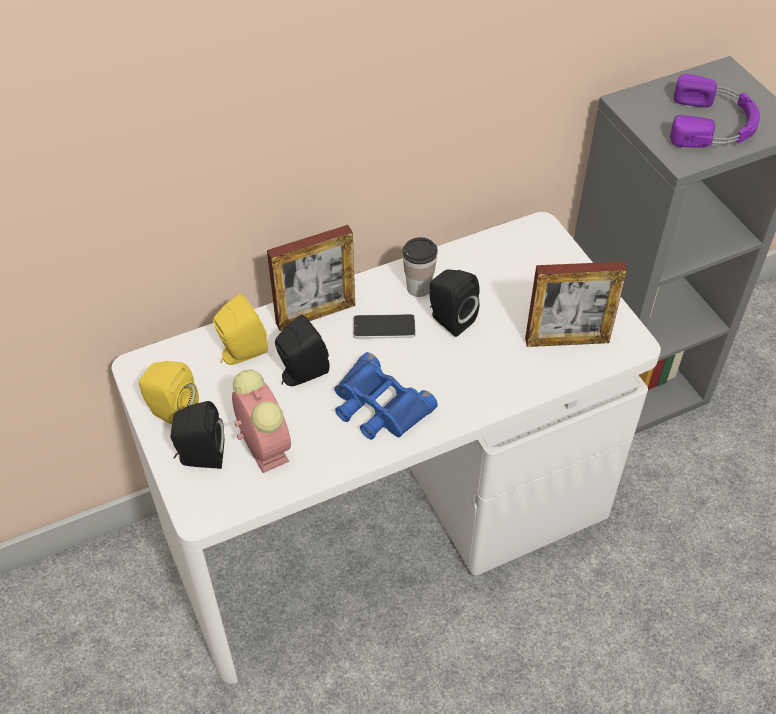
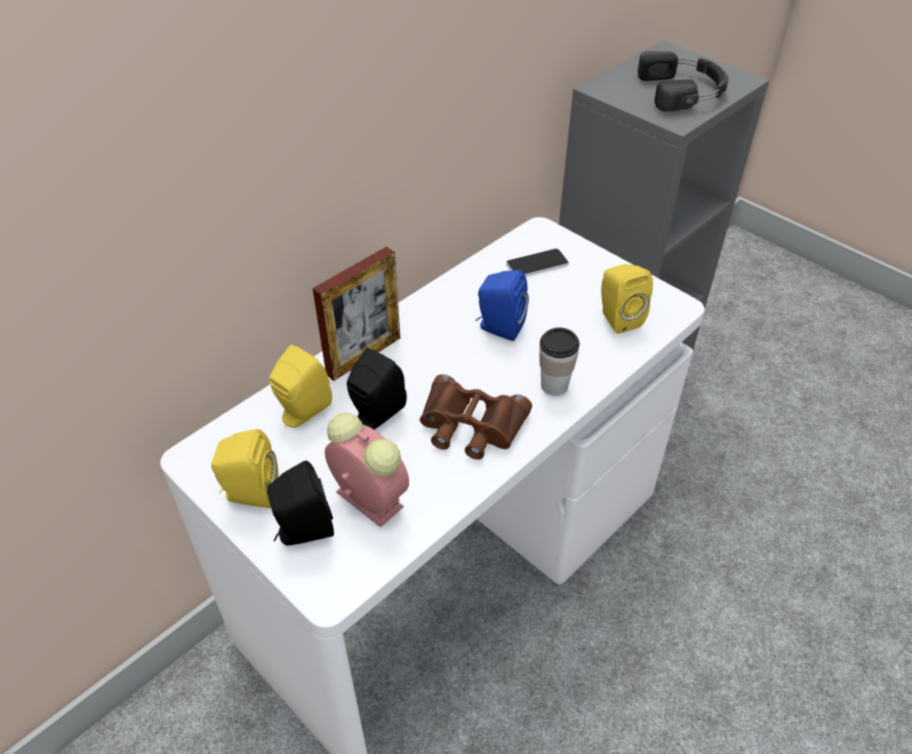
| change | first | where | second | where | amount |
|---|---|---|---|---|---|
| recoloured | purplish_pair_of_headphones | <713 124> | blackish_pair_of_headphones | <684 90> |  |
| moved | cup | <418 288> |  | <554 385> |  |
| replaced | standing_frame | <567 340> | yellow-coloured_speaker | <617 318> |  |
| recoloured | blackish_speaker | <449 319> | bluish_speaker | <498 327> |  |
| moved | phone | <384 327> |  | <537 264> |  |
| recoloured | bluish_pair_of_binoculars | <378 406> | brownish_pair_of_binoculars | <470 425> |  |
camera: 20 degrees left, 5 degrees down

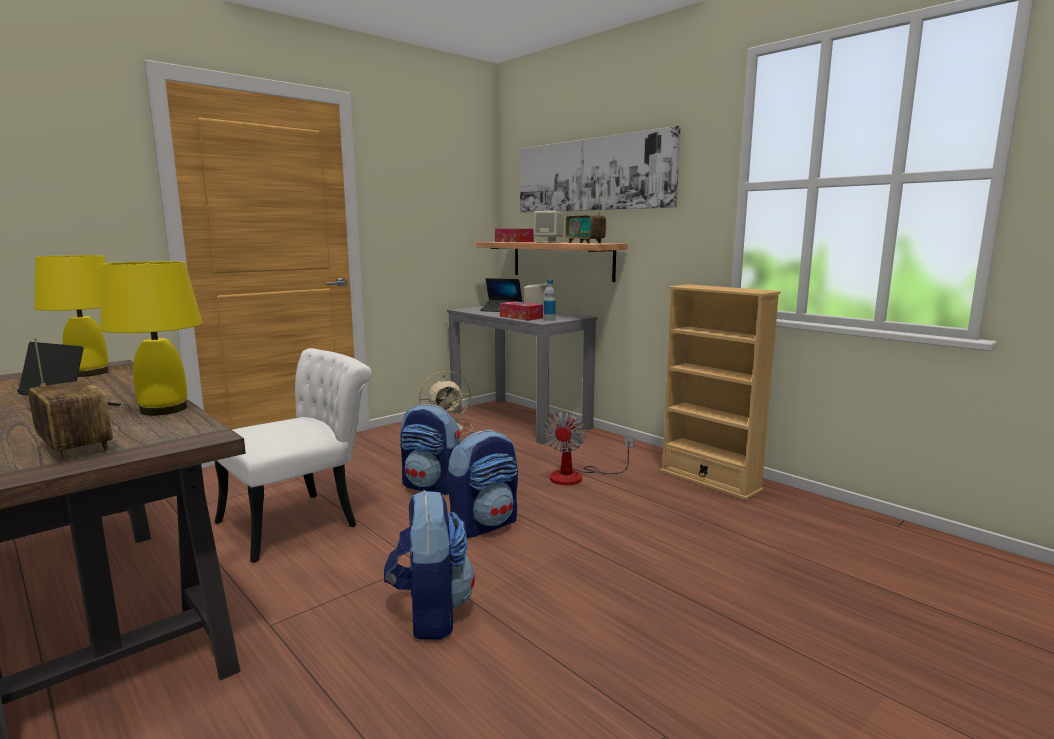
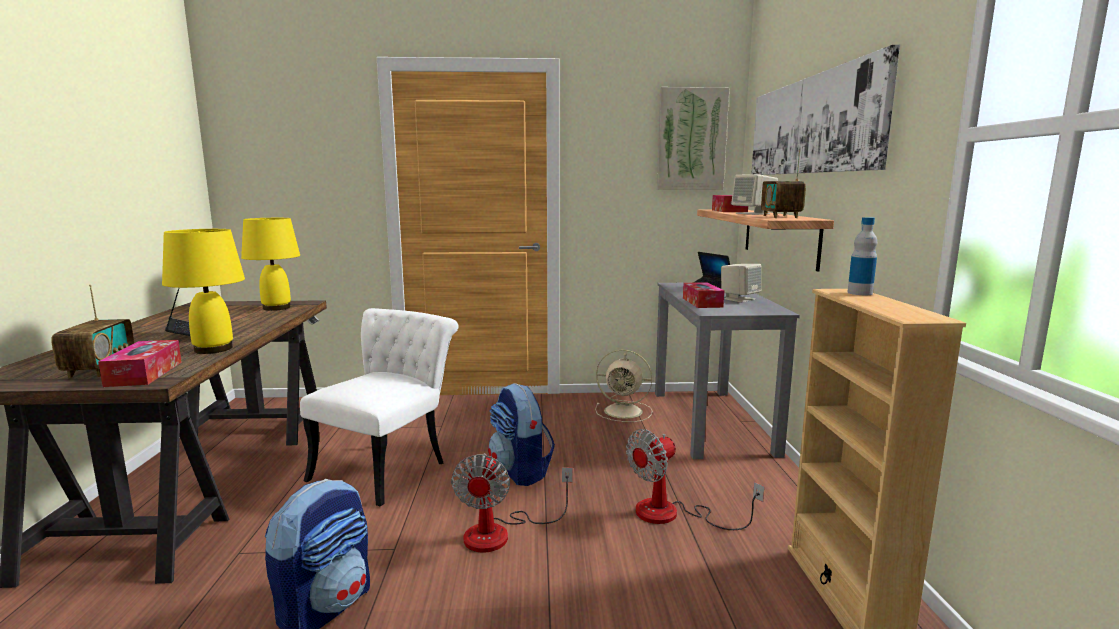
| change | first | where | second | where | amount |
|---|---|---|---|---|---|
| moved | drink_bottle | <549 319> |  | <859 293> |  |
| turned | white_upright_chair | <302 520> |  | <388 466> | 60 degrees counterclockwise |
| replaced | knapsack | <485 524> | electric_fan | <501 533> |  |
| added |  |  | wall_picture | <691 139> |  |
| added |  |  | tissue_box | <144 373> |  |
camera: 40 degrees right, 0 degrees up

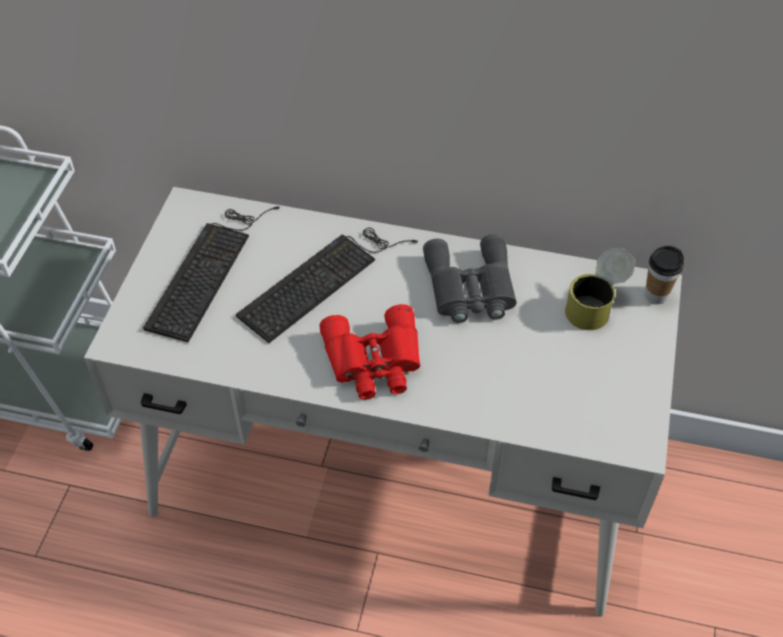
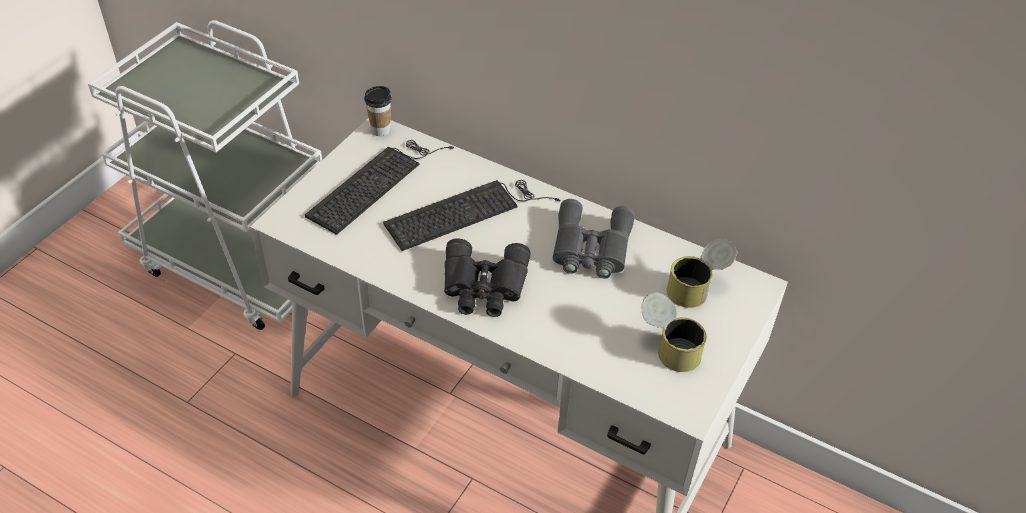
| change | first | where | second | where | amount |
|---|---|---|---|---|---|
| moved | cup | <656 295> |  | <380 130> |  |
| recoloured | reddish_pair_of_binoculars | <375 362> | blackish_pair_of_binoculars | <484 287> |  |
| added |  |  | sealed_can | <668 347> |  |
camera: 15 degrees right, 5 degrees down

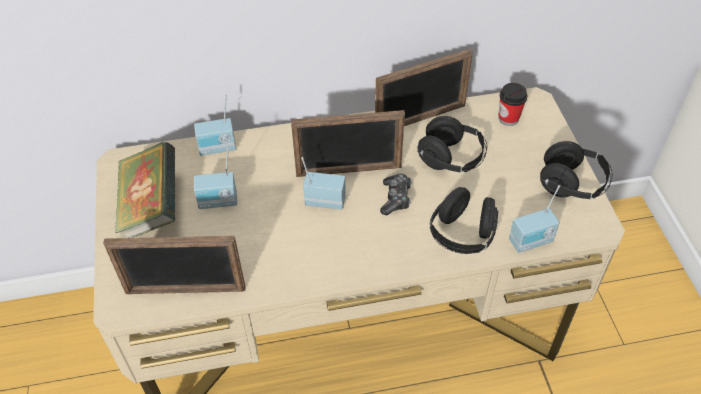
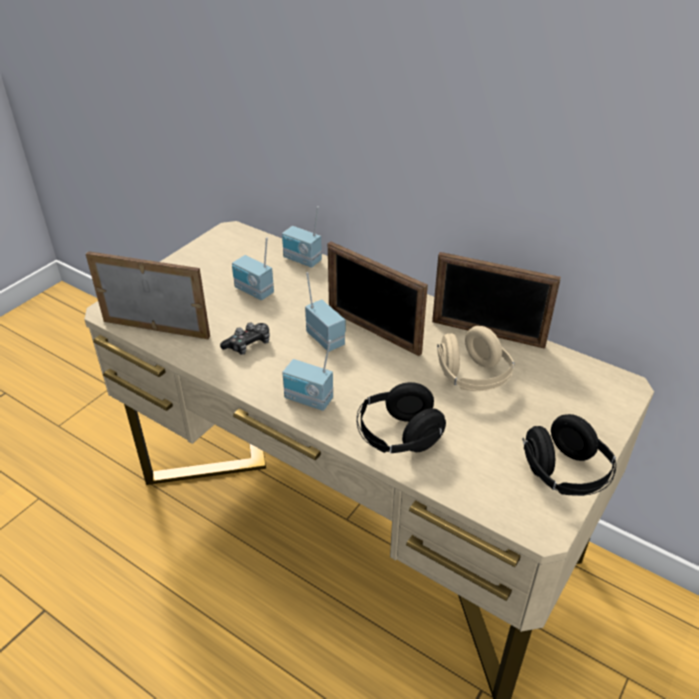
| change | first | where | second | where | amount |
|---|---|---|---|---|---|
| removed | cup | <508 118> |  |  |  |
| recoloured | blackish_pair_of_headphones | <451 159> | beige_pair_of_headphones | <472 378> |  |
| removed | volume | <152 208> |  |  |  |
| moved | gamepad | <396 198> |  | <248 344> |  |
| moved | radio_receiver | <531 242> |  | <308 400> |  |
| turned | standing_frame | <185 290> |  | <156 328> | 150 degrees clockwise |
camera: 45 degrees right, 10 degrees down

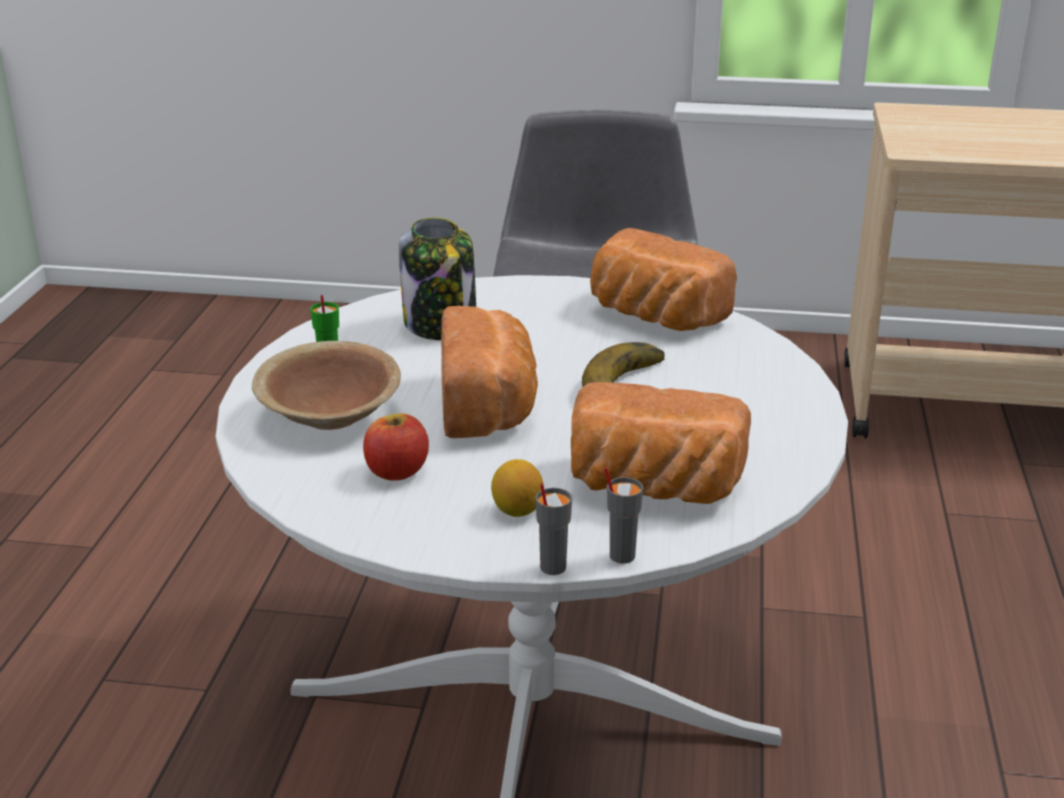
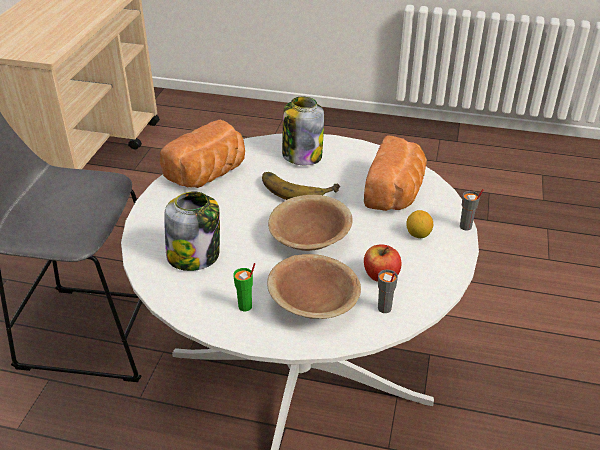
| change | first | where | second | where | amount |
|---|---|---|---|---|---|
| replaced | bakery_bread | <489 406> | brownish_deep_dish | <309 239> |  |
| moved | greyish_cup | <621 556> |  | <384 308> |  |
| added |  |  | storage_jar | <301 155> |  |
camera: 85 degrees left, 10 degrees up

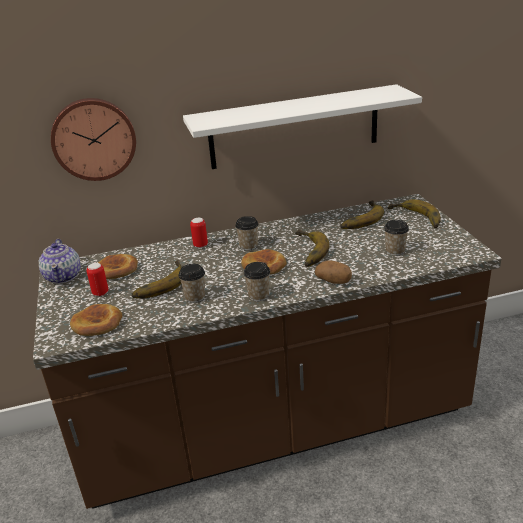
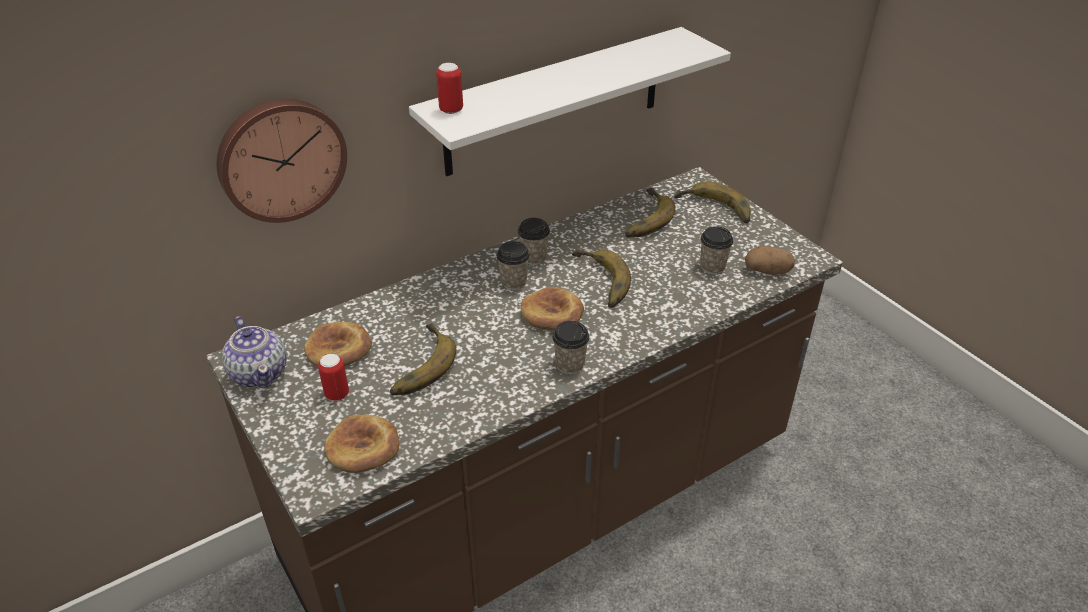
| change | first | where | second | where | amount |
|---|---|---|---|---|---|
| moved | sealed_can | <200 245> |  | <451 110> |  |
| moved | potato | <334 281> |  | <767 271> |  |
| moved | cup | <195 297> |  | <534 258> |  |
camera: 20 degrees left, 10 degrees up

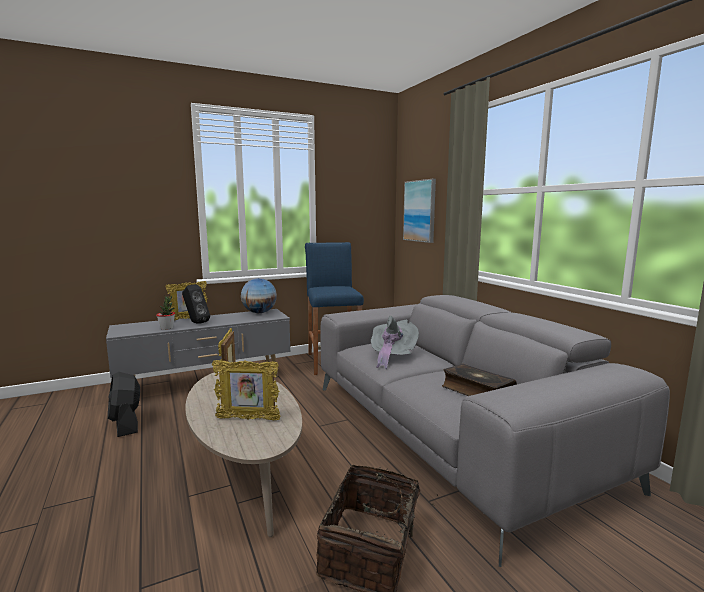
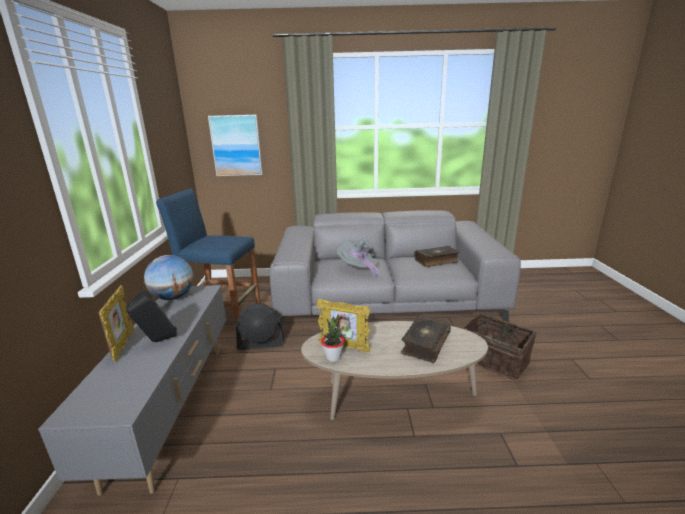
| change | first | where | second | where | amount |
|---|---|---|---|---|---|
| moved | houseplant | <167 328> |  | <333 357> |  |
| replaced | standing_frame | <248 419> | volume | <425 344> |  |
| moved | blackish_electric_fan | <126 424> |  | <261 343> |  |
camera: 65 degrees left, 10 degrees up

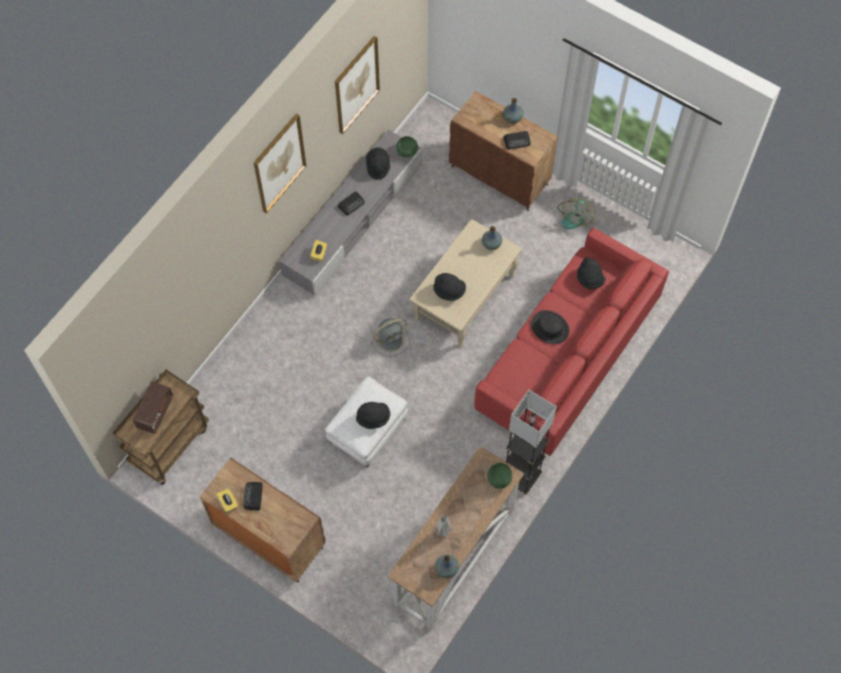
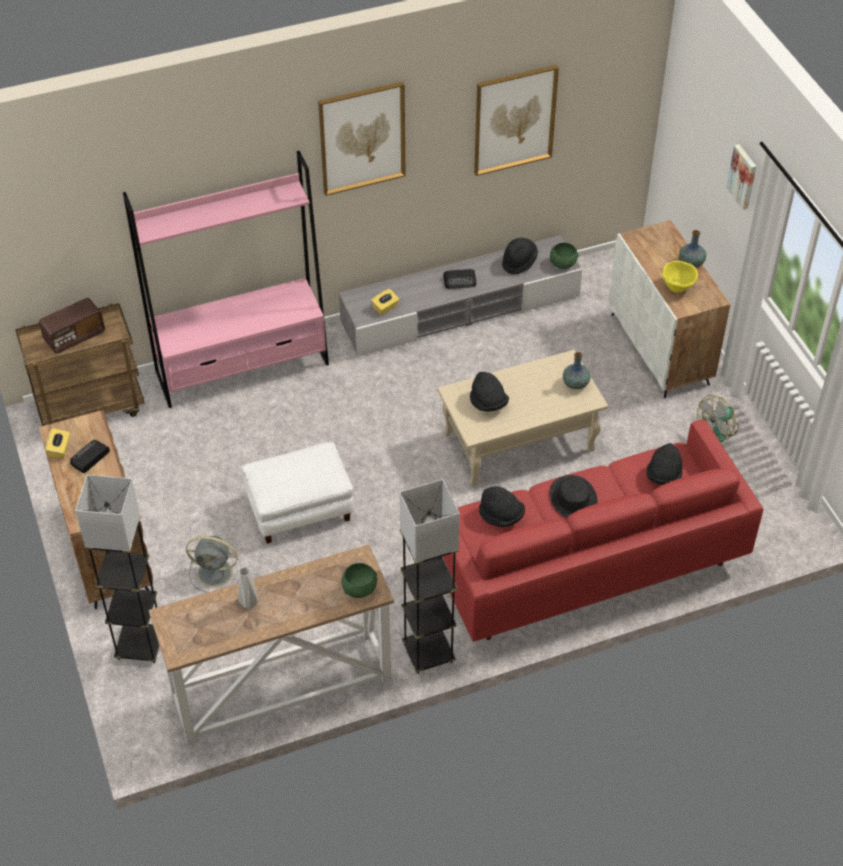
| change | first | where | second | where | amount |
|---|---|---|---|---|---|
| recoloured | brownish_storage_cabinet | <500 175> | white_storage_cabinet | <660 349> |  |
| replaced | radio_receiver | <517 141> | yellow-coloured_deep_dish | <678 287> |  |
| moved | greyish_electric_fan | <391 340> |  | <216 573> |  |
| moved | blackish_hat | <373 418> |  | <501 516> |  |
| removed | decorative_vase | <446 569> |  |  |  |
| added |  |  | wall_picture | <743 176> |  |
| added |  |  | pink-coloured_shelving_unit | <243 368> |  |
| added |  |  | greyish_floor_lamp | <140 645> |  |
camera: 35 degrees right, 15 degrees down

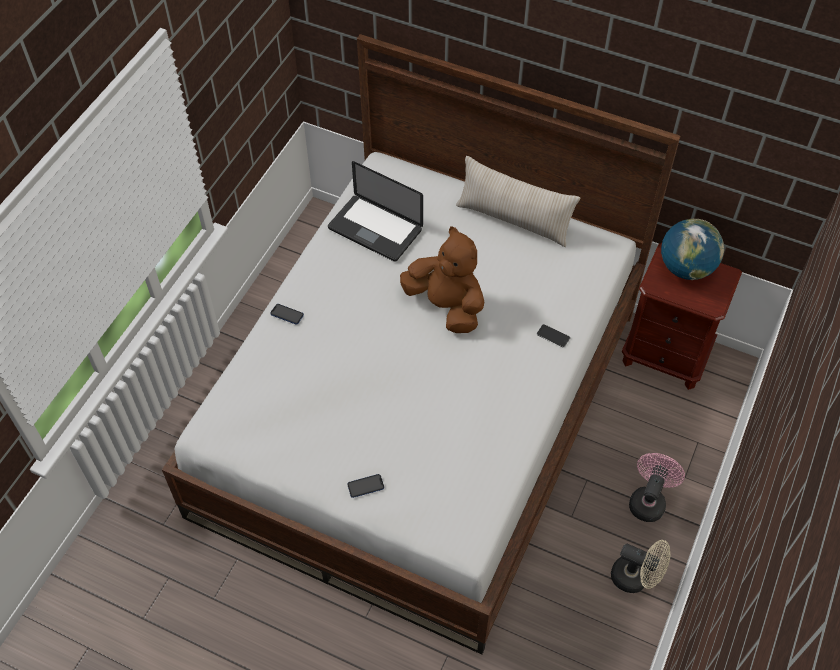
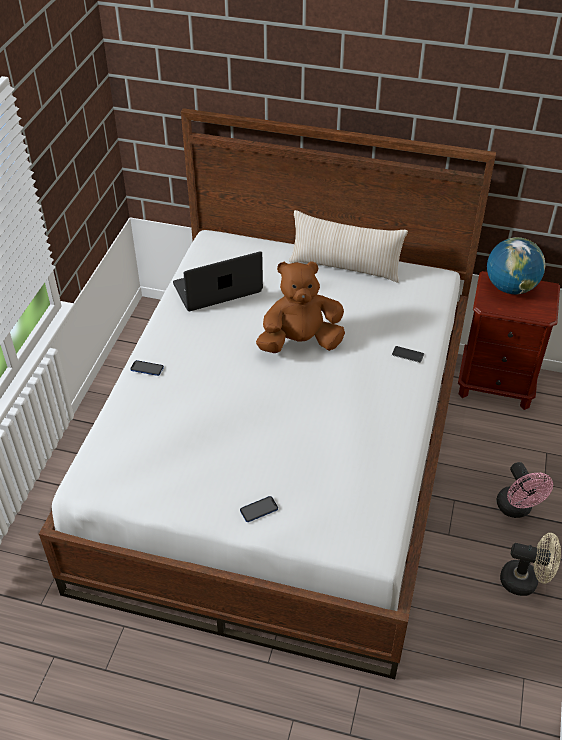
| change | first | where | second | where | amount |
|---|---|---|---|---|---|
| turned | portable_computer | <375 229> |  | <217 288> | 135 degrees clockwise |
| turned | brownish_cuddly_toy | <446 306> |  | <300 342> | 45 degrees counterclockwise |
| turned | pink-coloured_electric_fan | <648 500> |  | <516 509> | 150 degrees clockwise |
camera: 10 degrees left, 10 degrees down

